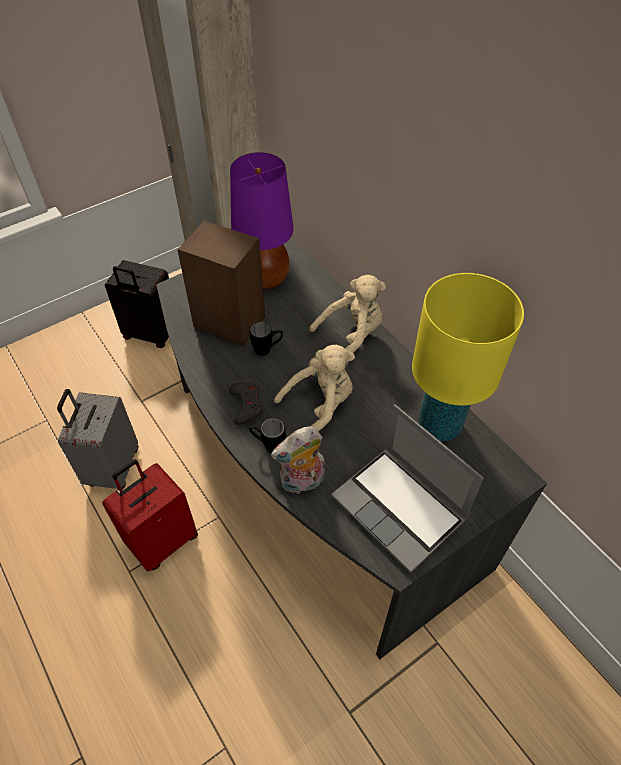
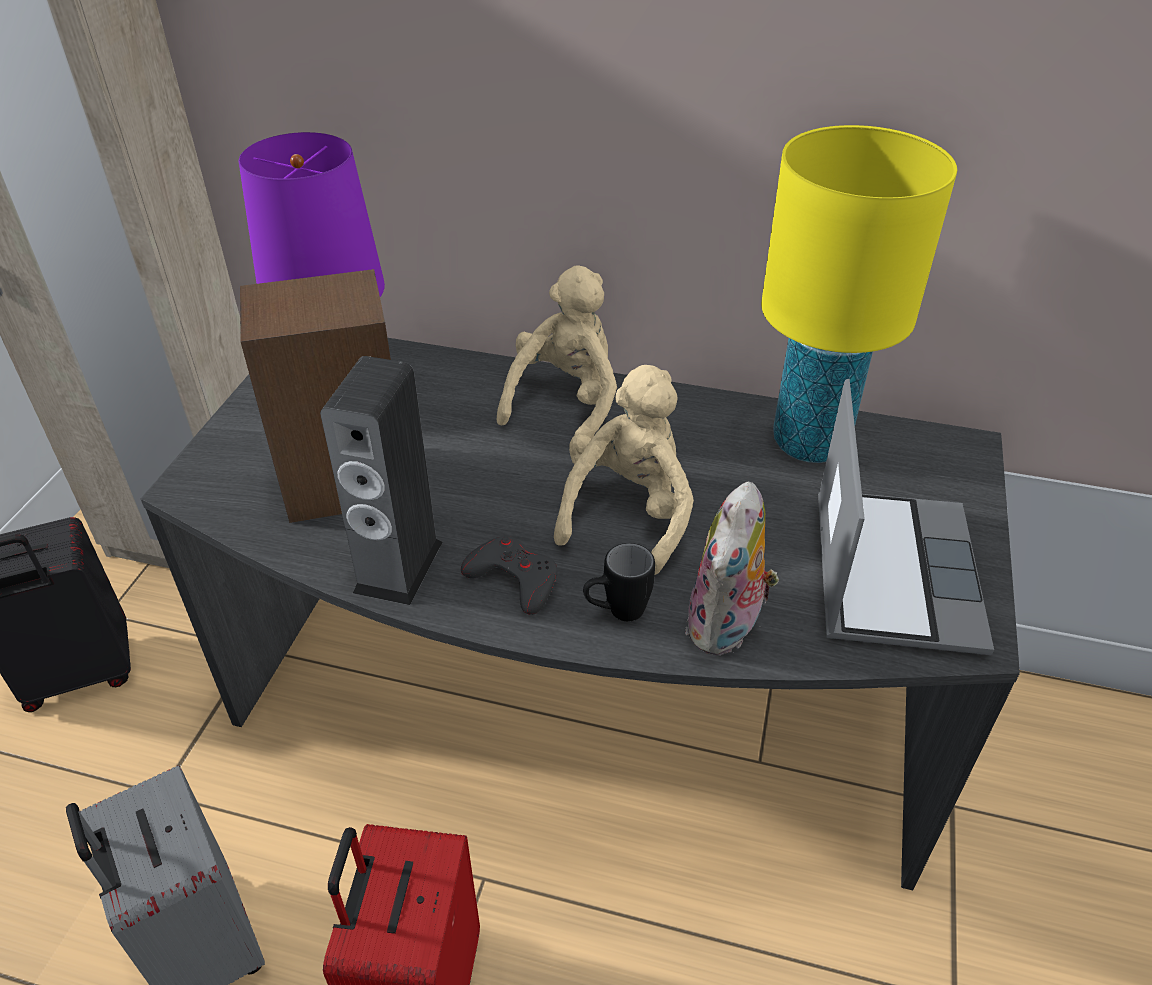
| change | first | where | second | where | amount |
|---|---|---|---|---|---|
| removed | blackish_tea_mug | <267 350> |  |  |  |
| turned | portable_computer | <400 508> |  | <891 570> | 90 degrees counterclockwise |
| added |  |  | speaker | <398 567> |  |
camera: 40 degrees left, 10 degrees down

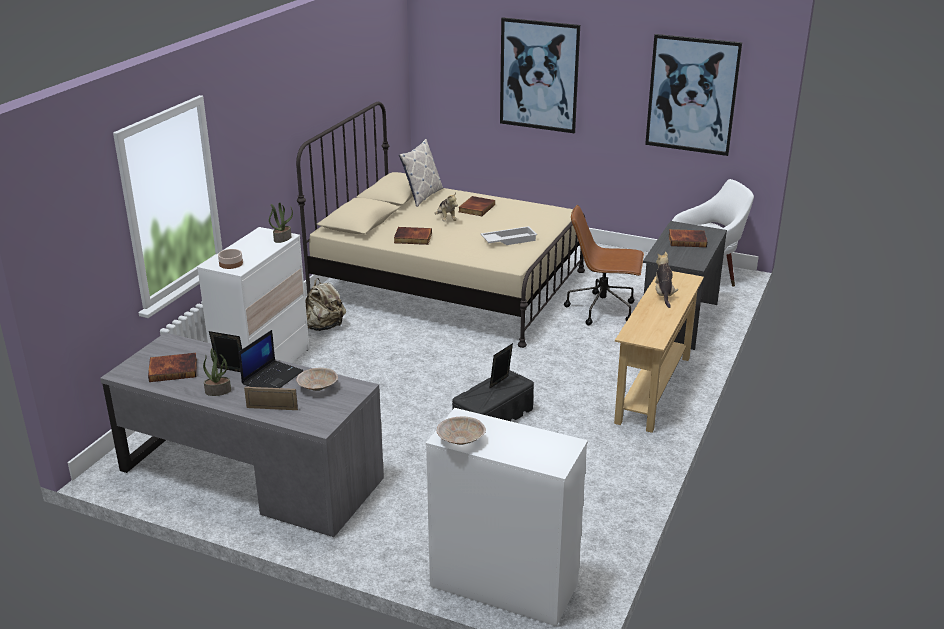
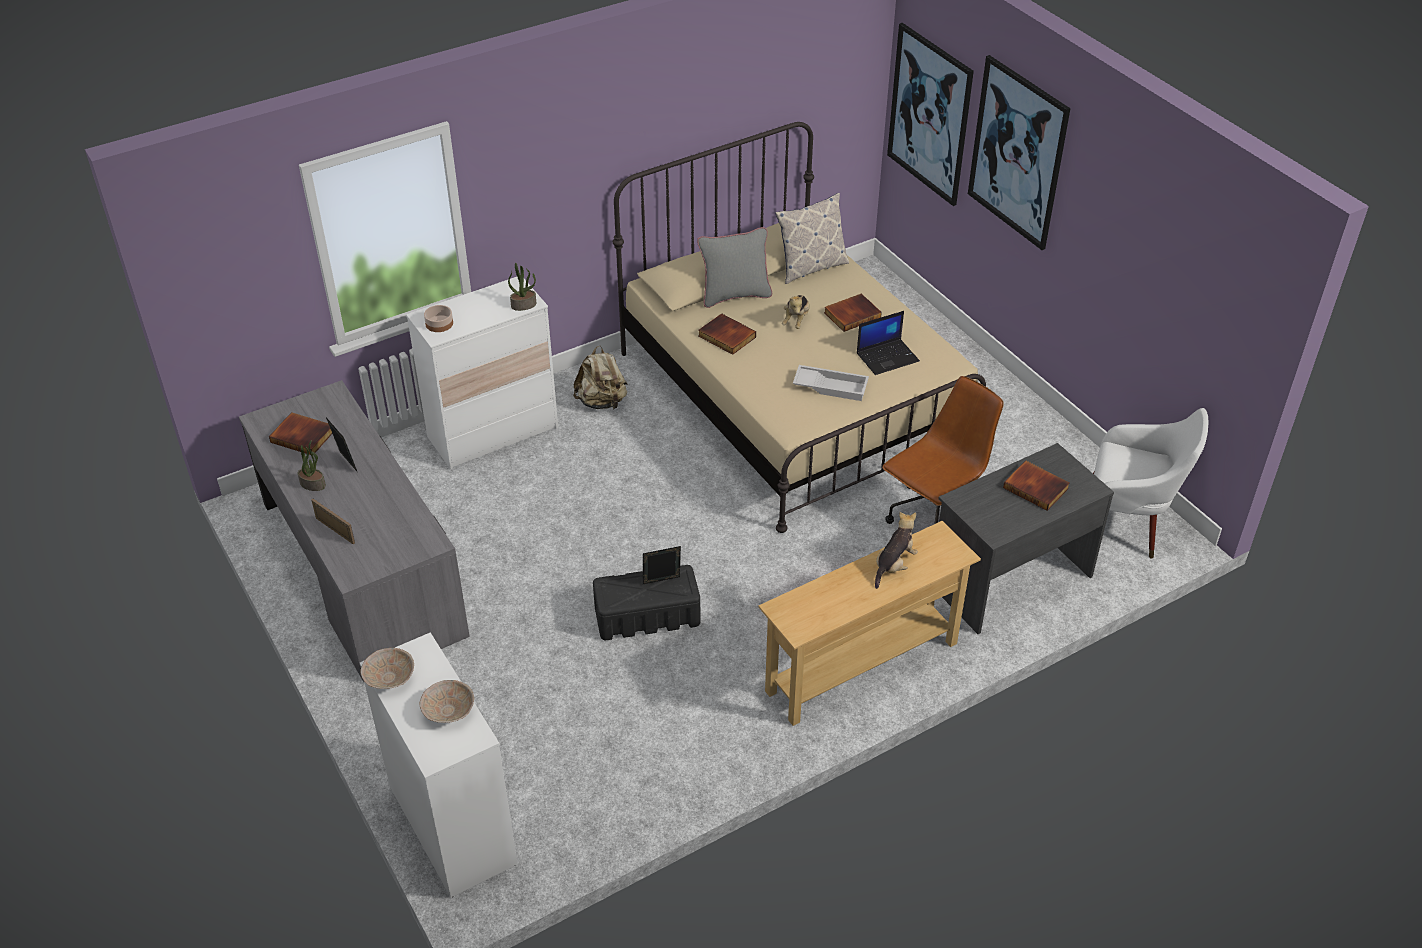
| change | first | where | second | where | amount |
|---|---|---|---|---|---|
| moved | wall_picture | <692 95> |  | <929 114> |  |
| turned | brownish_desk_chair | <603 309> |  | <935 518> | 90 degrees clockwise |
| moved | portable_computer | <272 377> |  | <887 357> |  |
| moved | beige_deep_dish | <317 387> |  | <448 710> |  |
| added |  |  | greyish_cushion | <735 295> |  |
camera: 35 degrees right, 15 degrees up

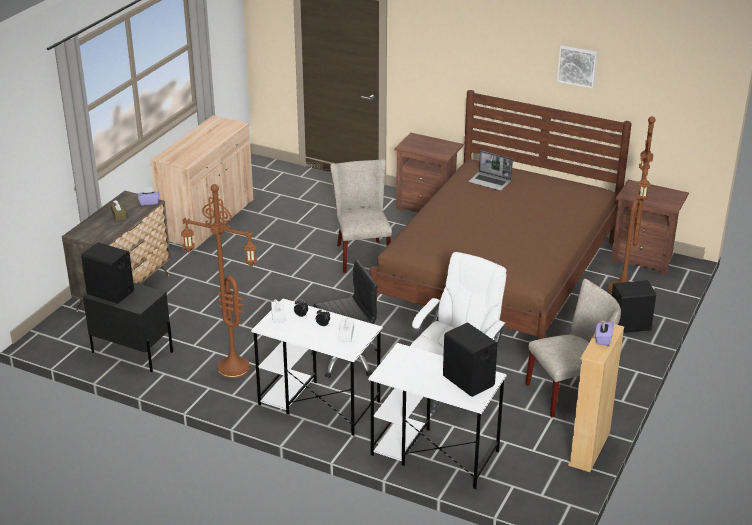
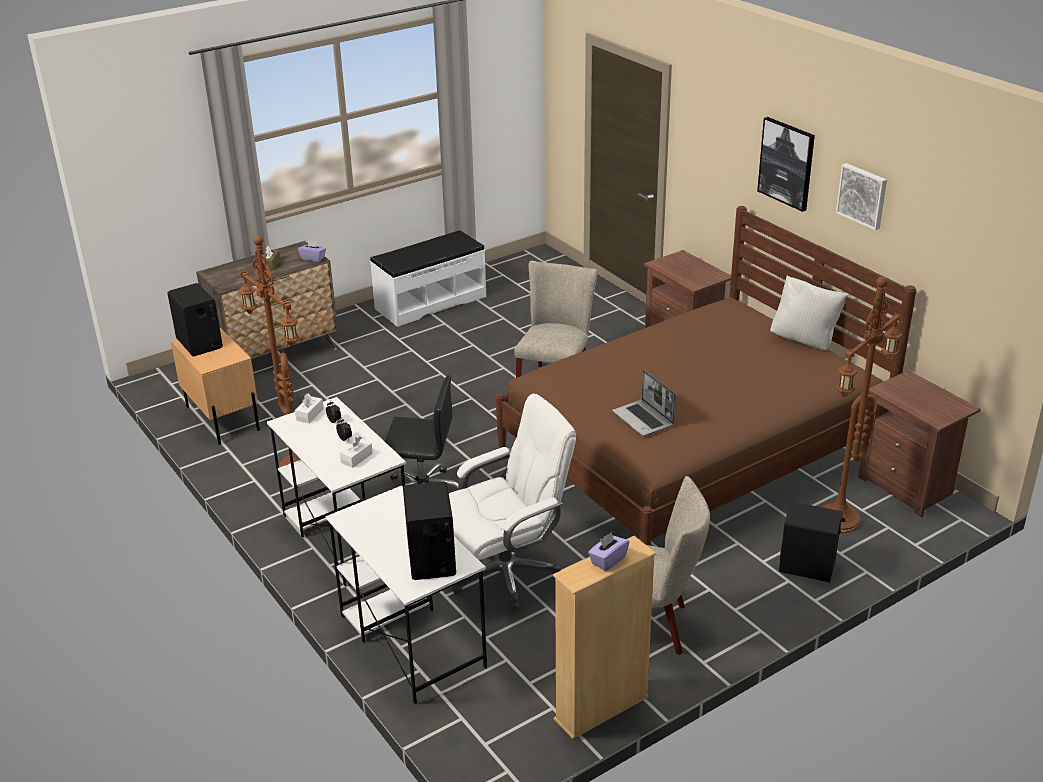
| change | first | where | second | where | amount |
|---|---|---|---|---|---|
| replaced | beige_storage_cabinet | <208 220> | white_long_seat | <430 302> |  |
| moved | portable_computer | <490 182> |  | <644 419> |  |
| recoloured | blackish_nightstand | <132 351> | beige_nightstand | <222 418> |  |
| added |  |  | wall_picture | <787 163> |  |
| added |  |  | white_cushion | <805 341> |  |
camera: 30 degrees right, 0 degrees up

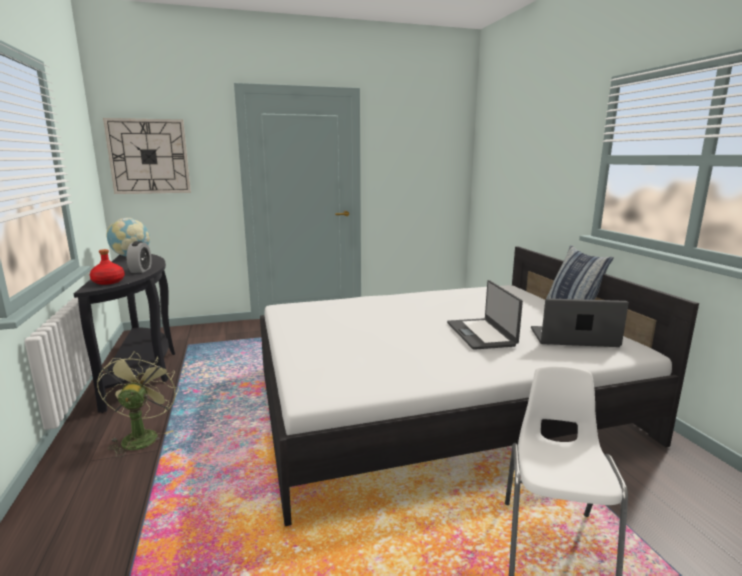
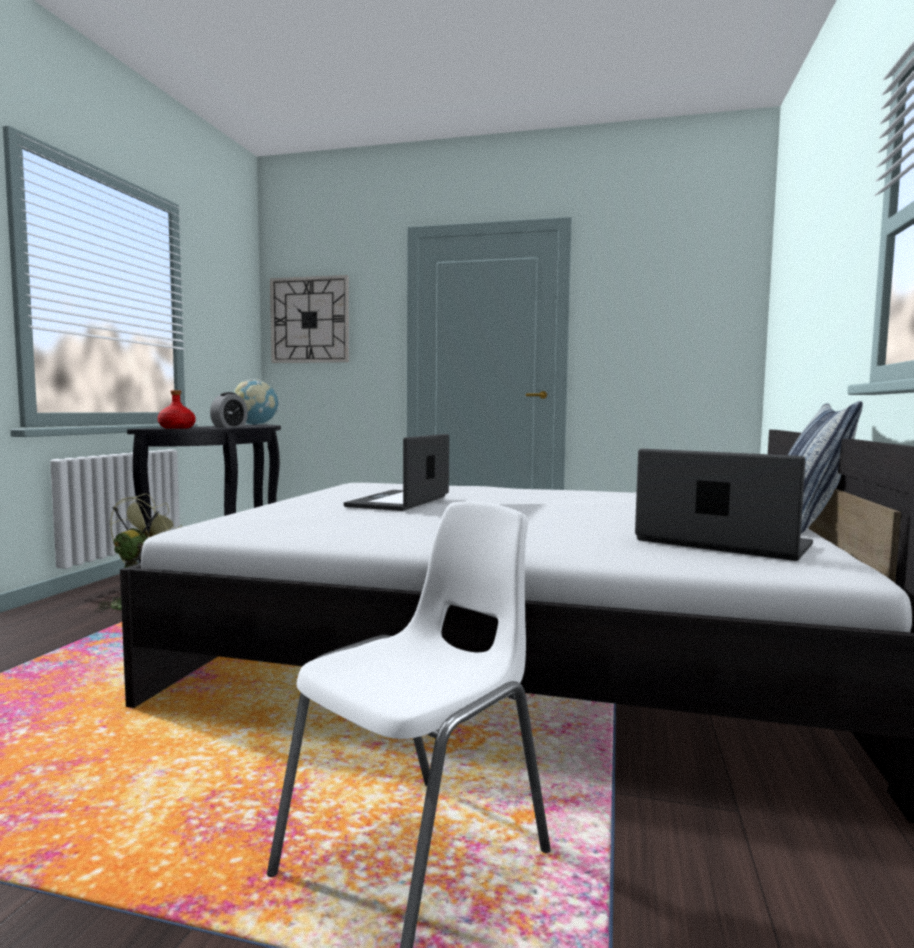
| change | first | where | second | where | amount |
|---|---|---|---|---|---|
| moved | portable_computer | <481 334> |  | <400 502> |  |
camera: 30 degrees right, 10 degrees down

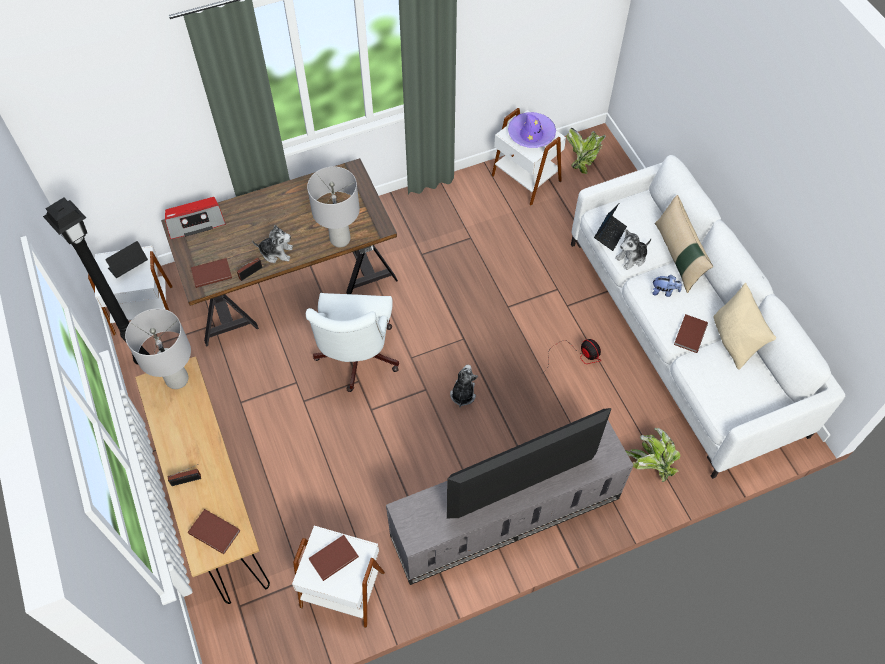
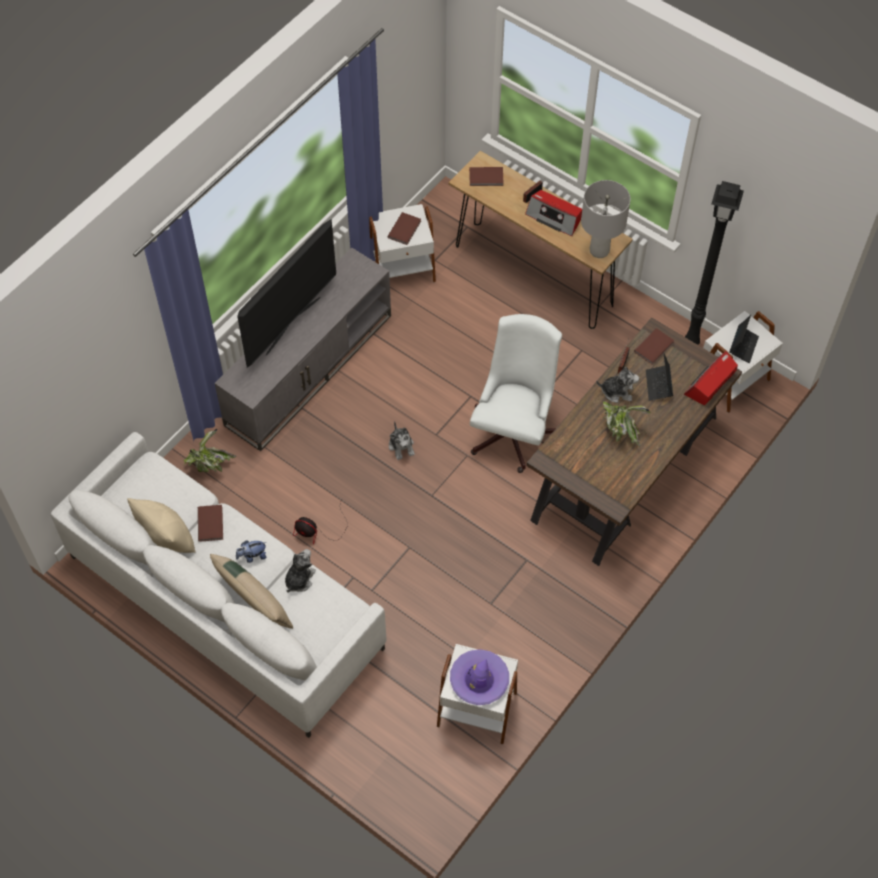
| change | first | where | second | where | amount |
|---|---|---|---|---|---|
| moved | houseplant | <583 160> |  | <620 430> |  |
| removed | greyish_lamp_for_a_table | <340 239> |  |  |  |
| moved | portable_computer | <609 234> |  | <658 385> |  |
| turned | cuddly_toy | <276 252> |  | <617 391> | 150 degrees counterclockwise |
| turned | white_desk_chair | <356 359> |  | <514 430> | 45 degrees clockwise |
| added |  |  | radio_receiver | <554 217> |  |
camera: 150 degrees right, 0 degrees up

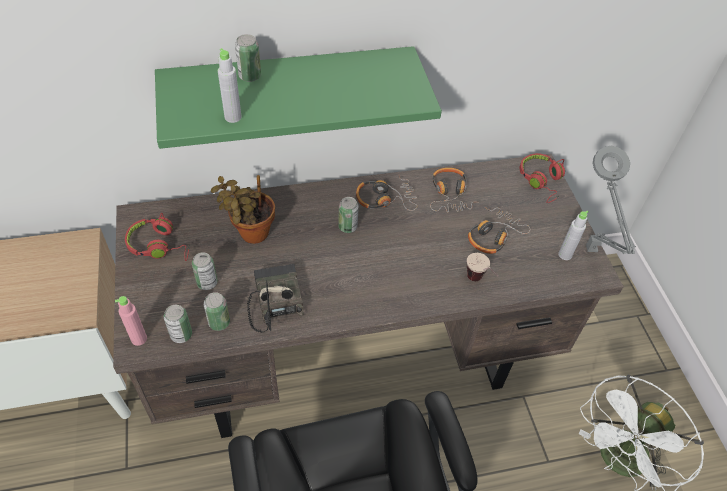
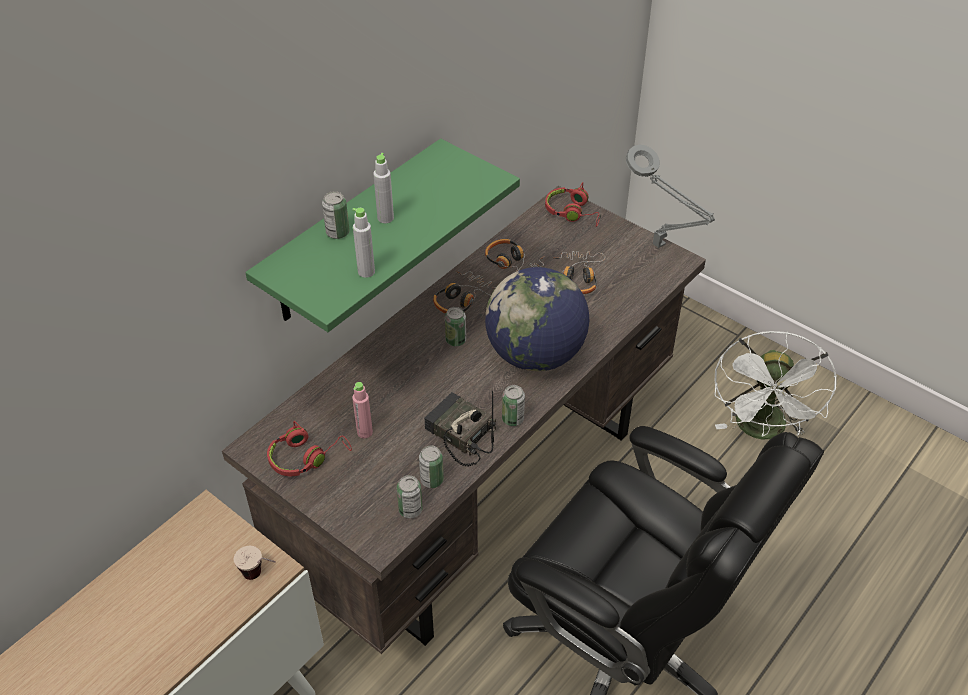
| change | first | where | second | where | amount |
|---|---|---|---|---|---|
| removed | houseplant | <250 233> |  |  |  |
| moved | greyish_drink_bottle | <565 255> |  | <385 218> |  |
| moved | sealed_can | <207 283> |  | <513 419> |  |
| moved | cup | <479 282> |  | <261 576> |  |
| moved | pink-coloured_drink_bottle | <139 339> |  | <364 432> |  |
| added |  |  | world_globe | <535 355> |  |
camera: 35 degrees left, 5 degrees down

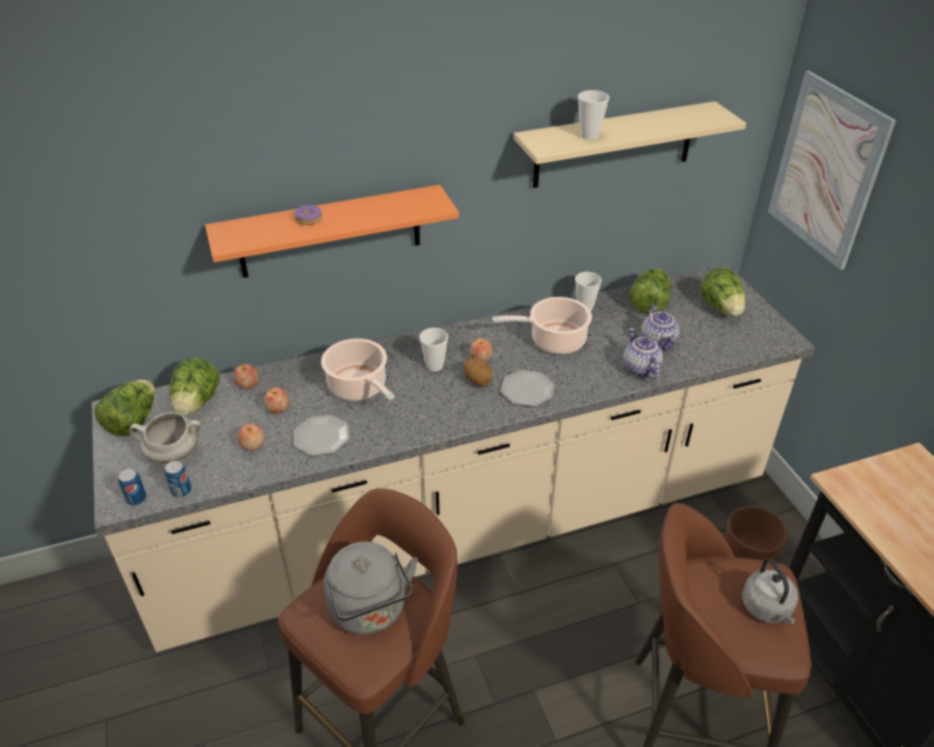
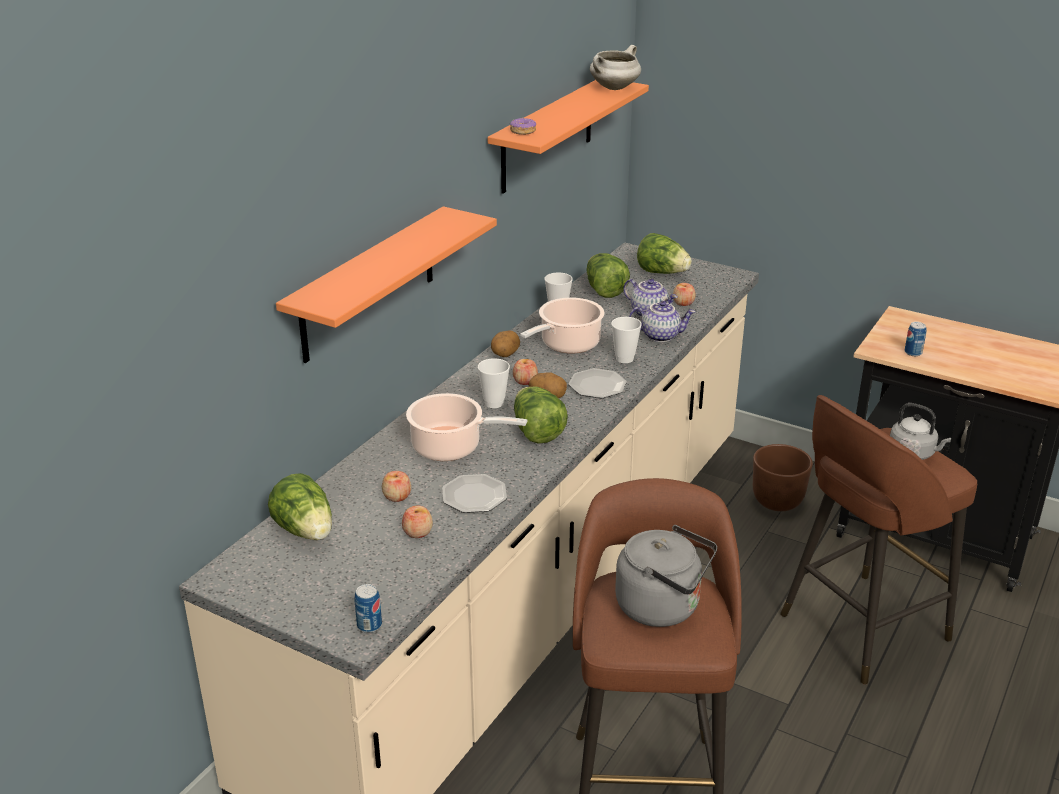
| change | first | where | second | where | amount |
|---|---|---|---|---|---|
| removed | wall_picture | <826 170> |  |  |  |
| moved | cup | <589 136> |  | <624 359> |  |
| recoloured | beige_bracket_shelf | <614 145> | orangey_bracket_shelf | <547 135> |  |
| moved | donut | <308 219> |  | <522 131> |  |
| turned | teapot | <639 368> |  | <660 335> | 150 degrees clockwise |
| moved | apple | <247 384> |  | <683 303> |  |
| moved | lettuce_head | <133 421> |  | <536 432> |  |
| moved | white_stockpot | <172 454> |  | <614 88> |  |
| moved | sealed_can | <181 491> |  | <913 352> |  |
| added |  |  | potato | <505 355> |  |
camera: 40 degrees left, 10 degrees down

